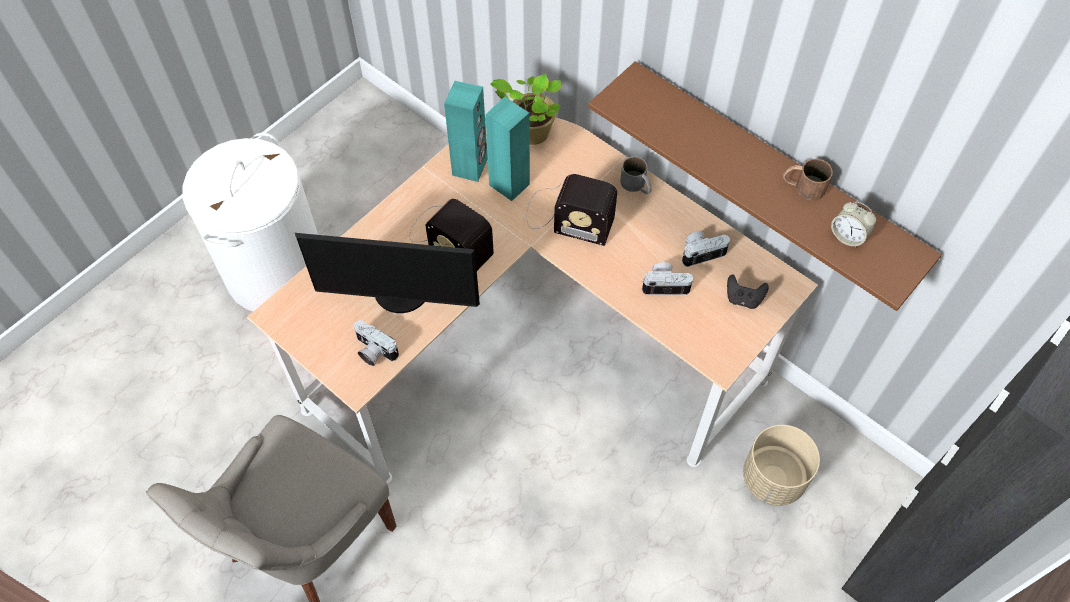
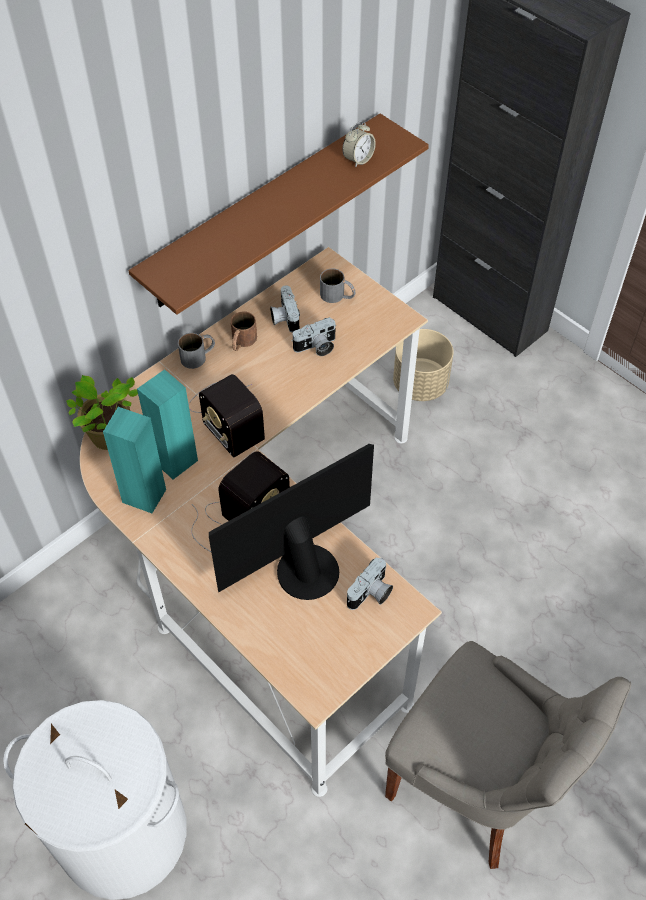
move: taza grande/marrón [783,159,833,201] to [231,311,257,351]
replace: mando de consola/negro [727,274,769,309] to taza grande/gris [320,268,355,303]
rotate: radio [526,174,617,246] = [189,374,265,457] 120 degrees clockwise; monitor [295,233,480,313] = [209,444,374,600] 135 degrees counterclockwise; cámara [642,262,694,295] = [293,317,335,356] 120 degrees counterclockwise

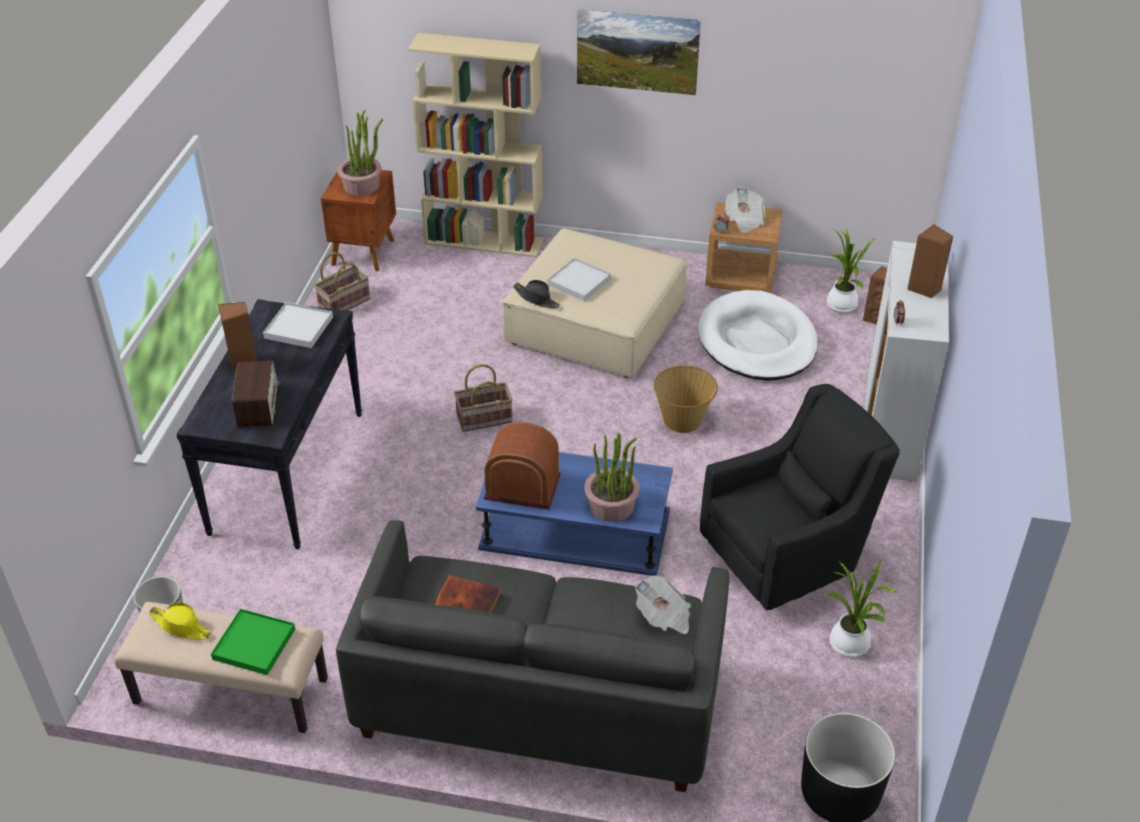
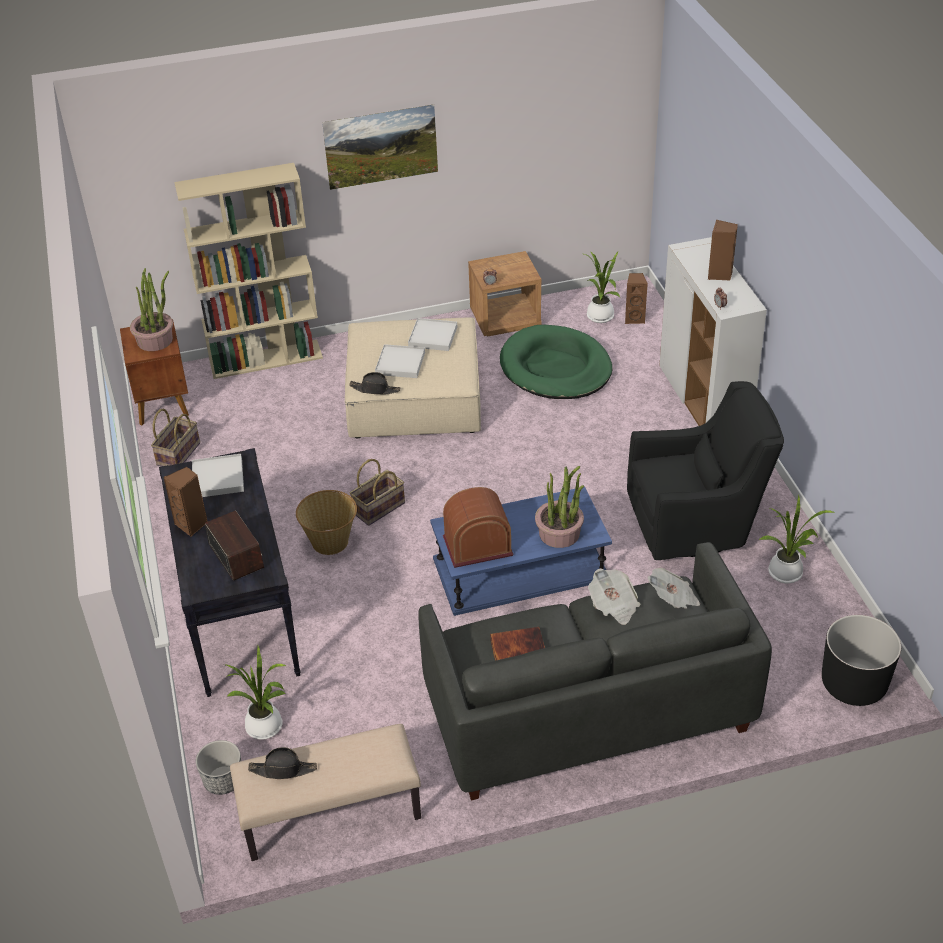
delete: bandeja/verde [211,609,295,675]
insert: planta en maceta [224,646,287,740]; bandeja/blanco [408,318,457,351]
move: cesta [653,365,718,433] to [296,490,357,555]; periódico [725,187,765,233] to [588,568,641,625]
recolor: sombrero/amarillo [149,602,211,639] to sombrero/negro [248,747,317,779]; cama para perro/blanco [698,290,818,381] to cama para perro/verde [500,325,612,399]
rotate: sillón/negro [700,384,900,610] = [627,381,784,560] 45 degrees clockwise

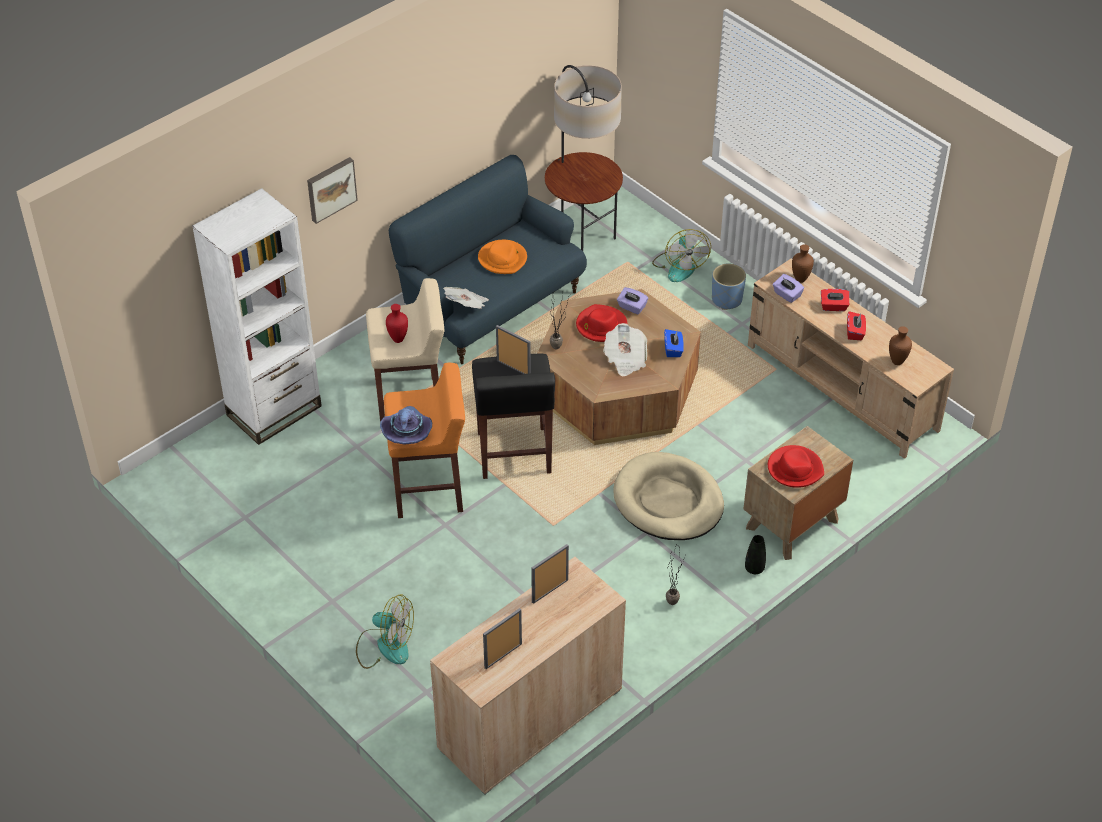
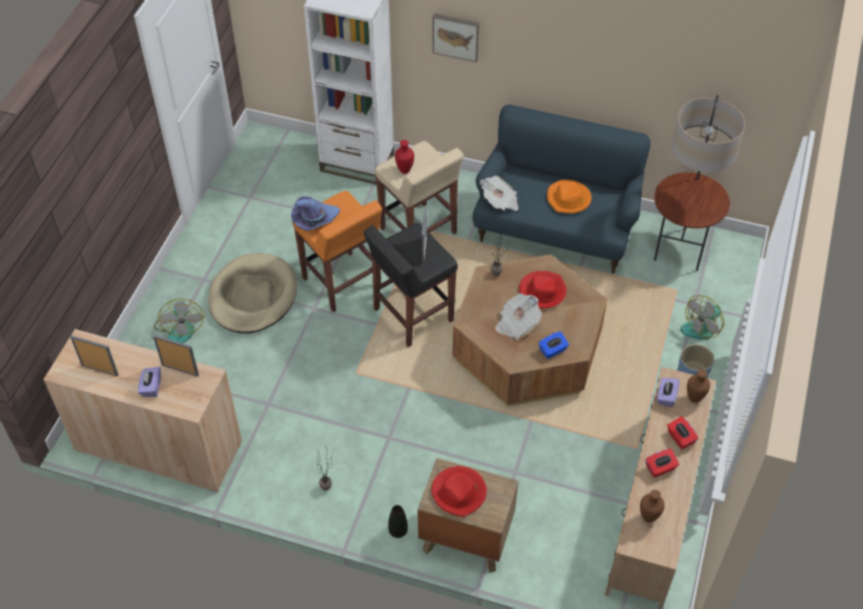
move: caja de pañuelos/morado [617,287,648,314] to [138,367,161,397]; cama para perro/beis [613,452,724,540] to [208,253,297,333]

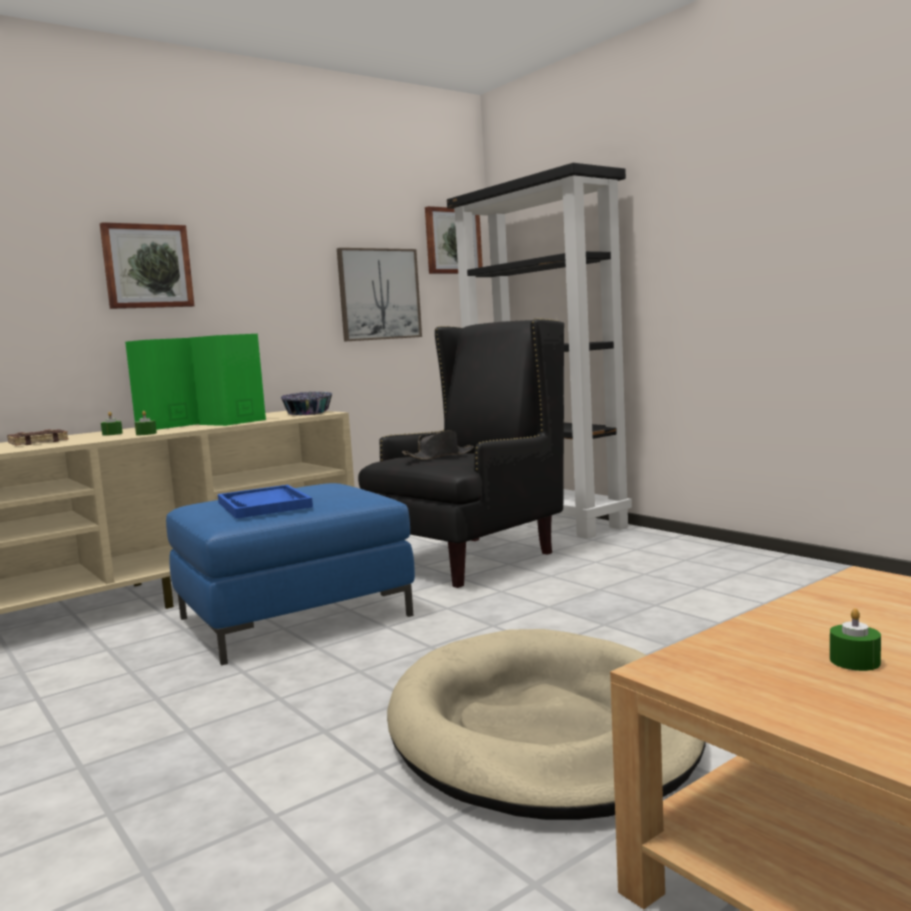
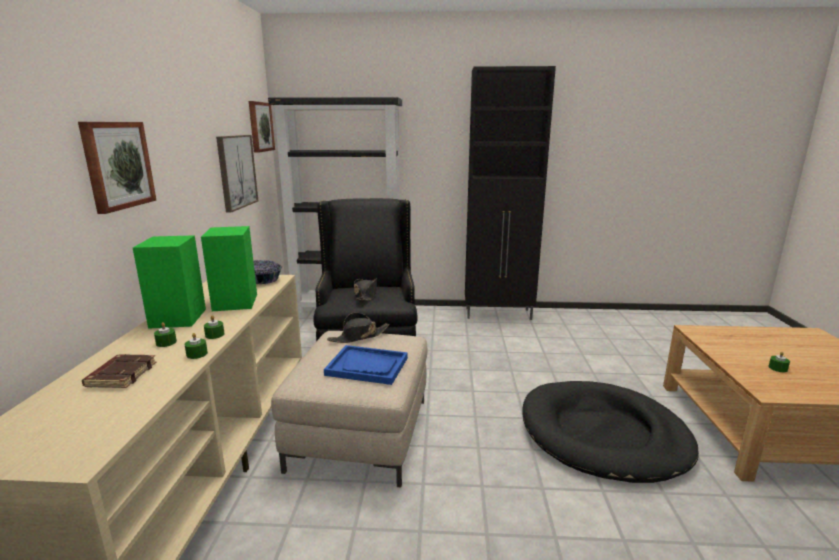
insert: vela/verde [184,333,208,359]; sombrero/negro [327,312,389,343]; armario/negro [465,66,556,320]
recolor: puf/azul [166,483,415,665] to puf/beis [271,331,427,487]; cama para perro/beis [387,629,706,820] to cama para perro/negro [522,381,699,483]

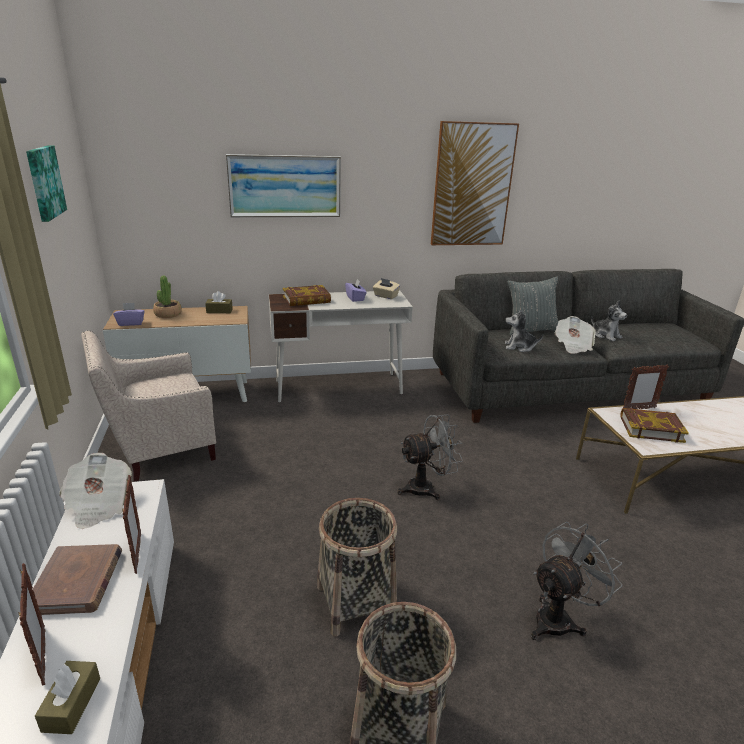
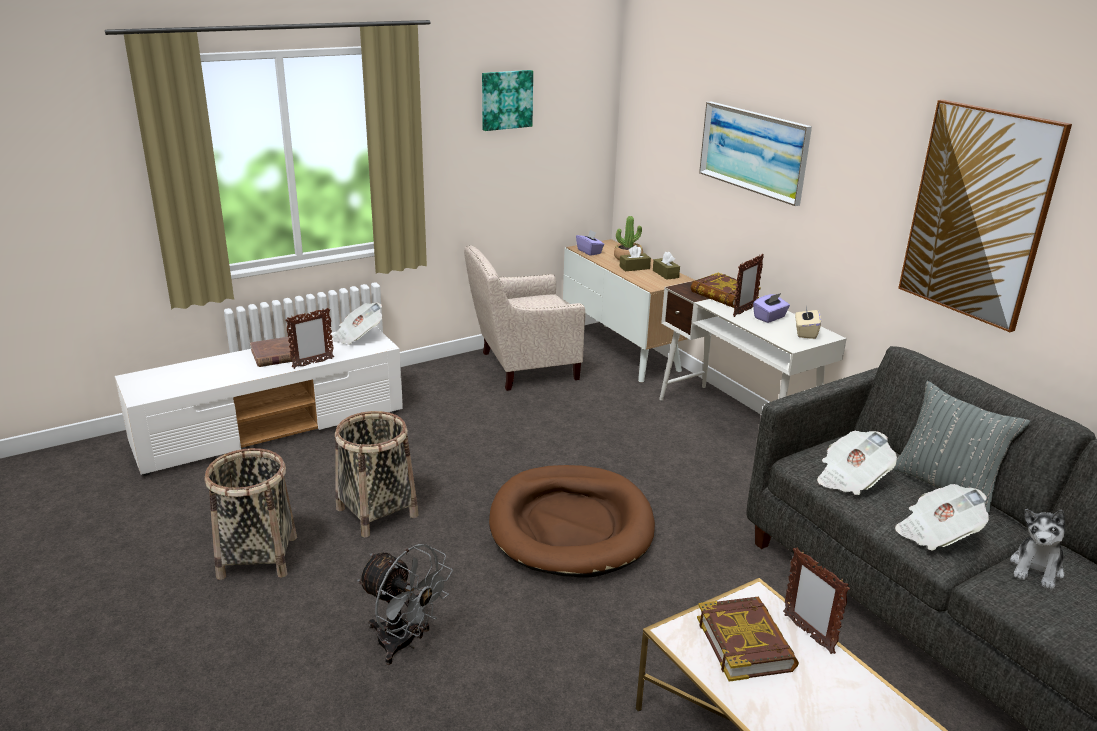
move: caja de pañuelos/marrón [35,661,100,734] to [620,245,651,271]; portarretratos [18,563,45,685] to [733,254,764,317]
replace: ventilador/gris [397,414,463,500] to cama para perro/marrón [489,465,655,578]; peluche [505,310,543,352] to periódico [817,431,897,495]
rotate: sillón/beis [81,331,216,482] = [464,245,586,391] 60 degrees counterclockwise

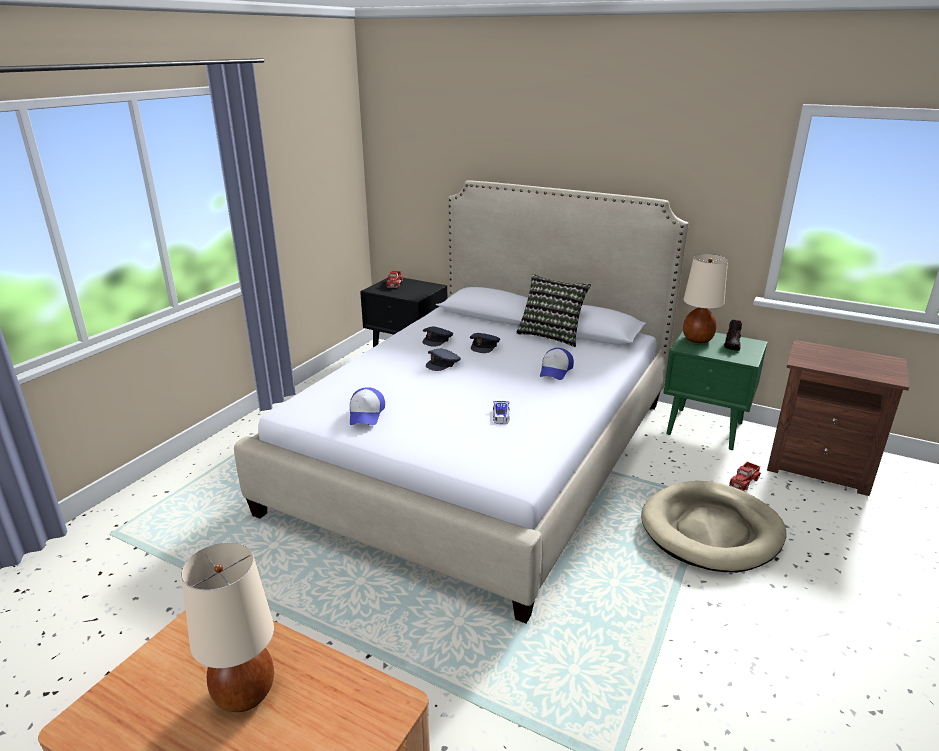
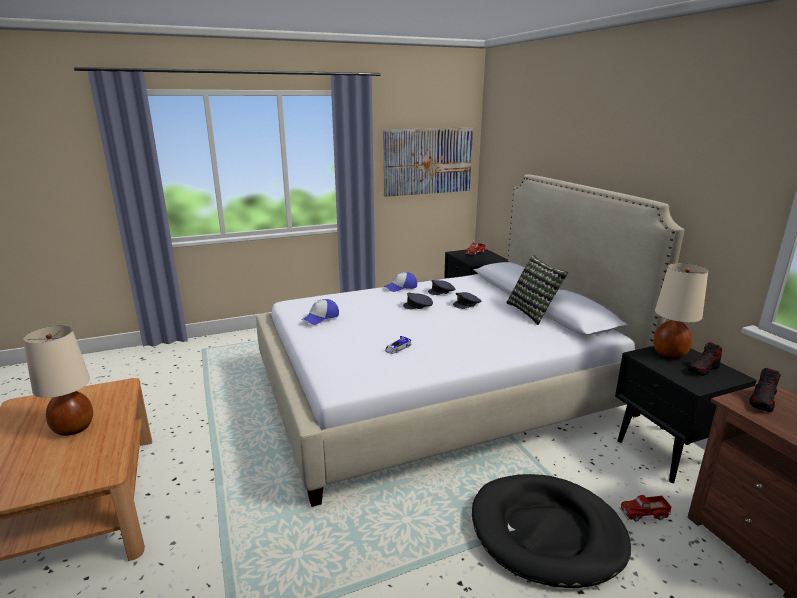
insert: cuadro [383,127,473,197]; zapato [750,368,781,412]
move: gorra [540,348,574,380] to [384,272,417,292]
recolor: cama para perro/beis [641,481,786,573] to cama para perro/negro [472,474,631,588]; mesita de noche/verde [663,331,768,450] to mesita de noche/negro [615,346,757,483]

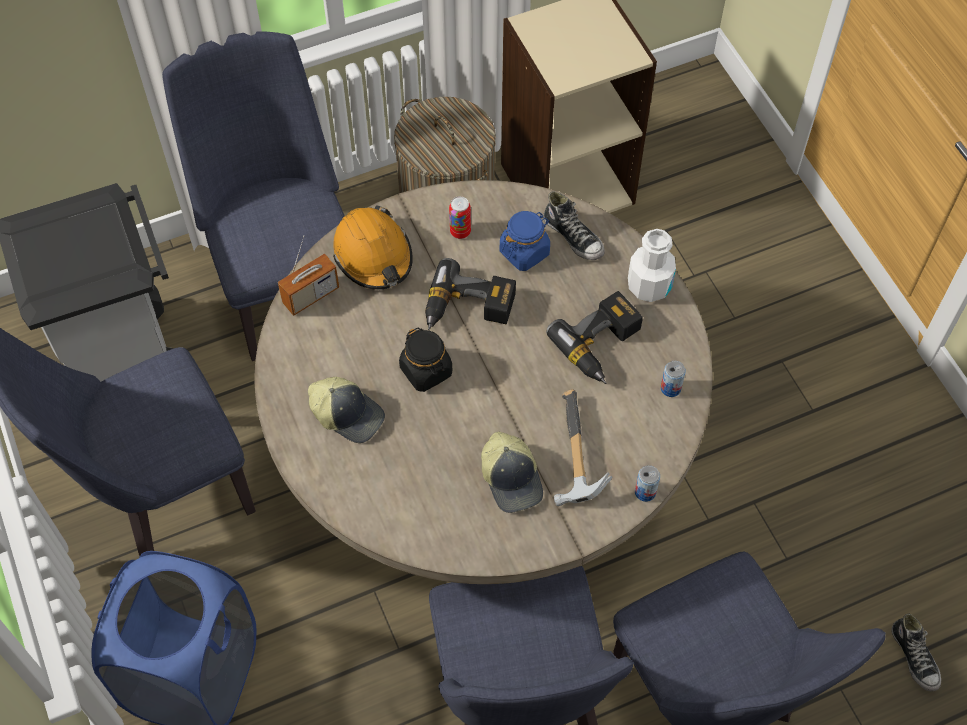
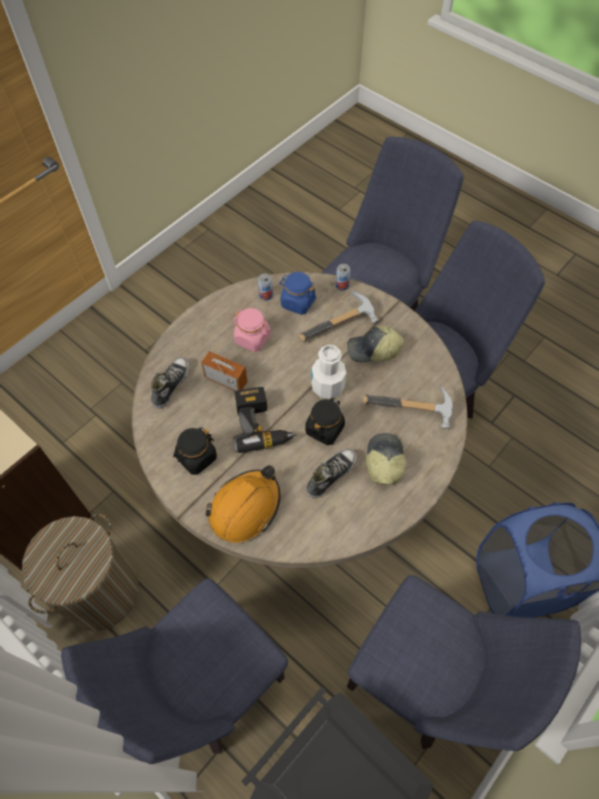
insert: martillo [363,386,453,429]
move: radio [278,235,339,316] to [201,350,247,391]; tarro/azul [500,211,550,271] to [279,272,316,315]; zapato [891,614,941,692] to [306,449,357,498]; botella/blanco [628,229,676,302] to [311,345,346,399]
replace: lata [449,196,471,239] to tarro/negro [173,427,217,475]; taladro [546,291,643,384] to tarro/rosa [234,308,271,352]
rotate: gorra [481,432,543,513] = [347,326,404,362] 135 degrees counterclockwise

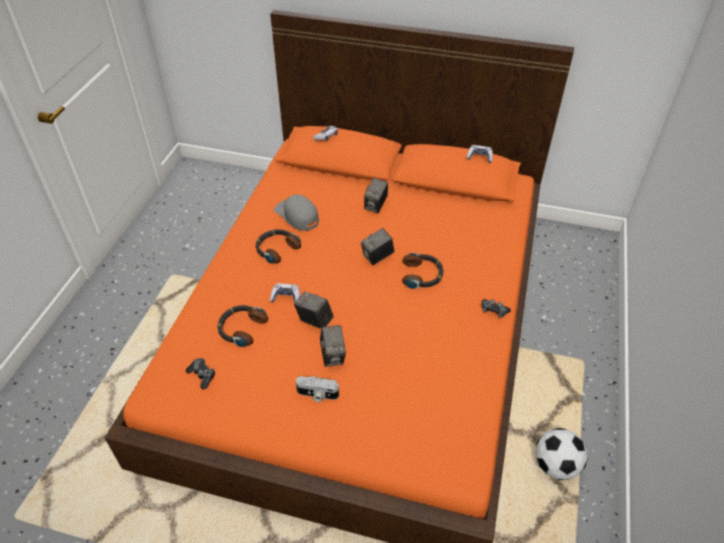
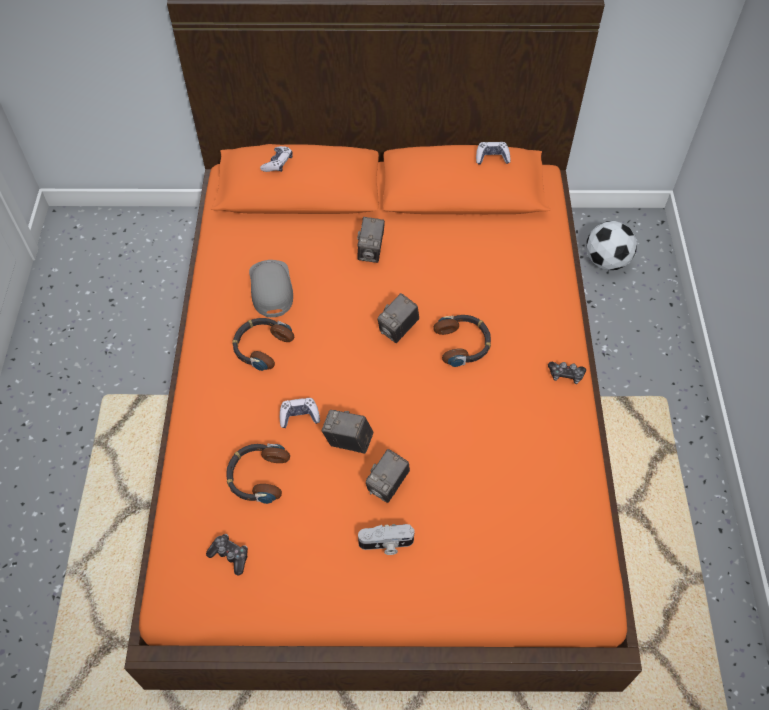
move: balón de fútbol [535,428,587,480] to [586,221,637,270]
rotate: gorra/gris [274,194,319,231] = [249,260,293,317] 45 degrees clockwise; cámara [320,325,346,367] = [366,449,410,503] 60 degrees clockwise

